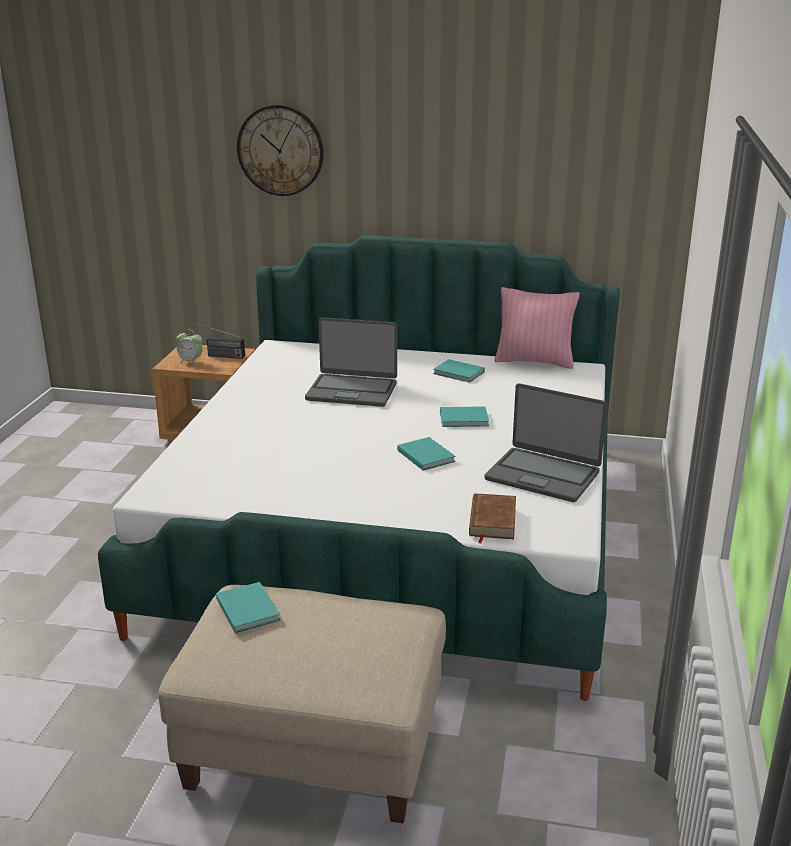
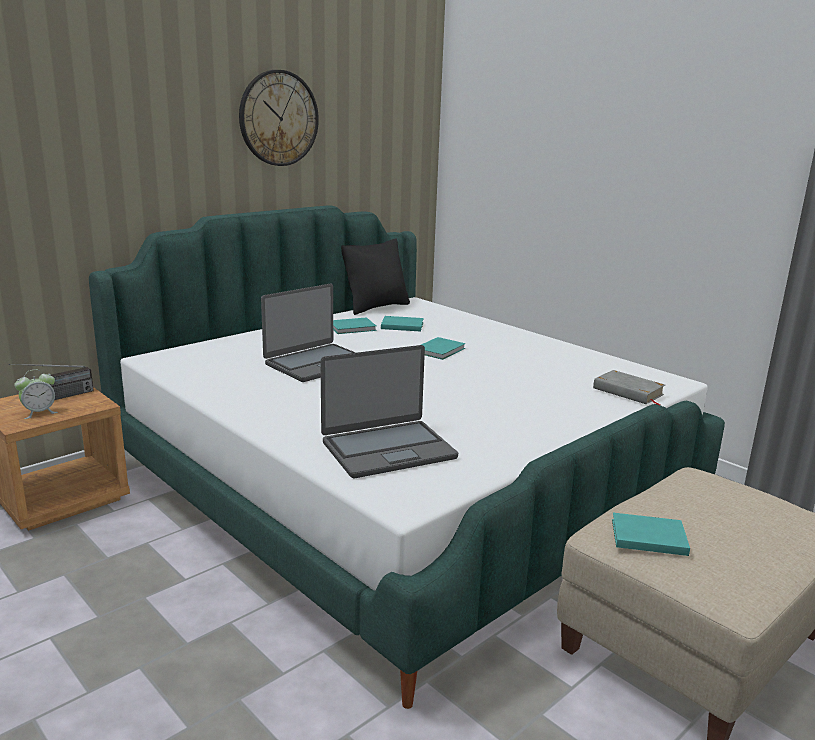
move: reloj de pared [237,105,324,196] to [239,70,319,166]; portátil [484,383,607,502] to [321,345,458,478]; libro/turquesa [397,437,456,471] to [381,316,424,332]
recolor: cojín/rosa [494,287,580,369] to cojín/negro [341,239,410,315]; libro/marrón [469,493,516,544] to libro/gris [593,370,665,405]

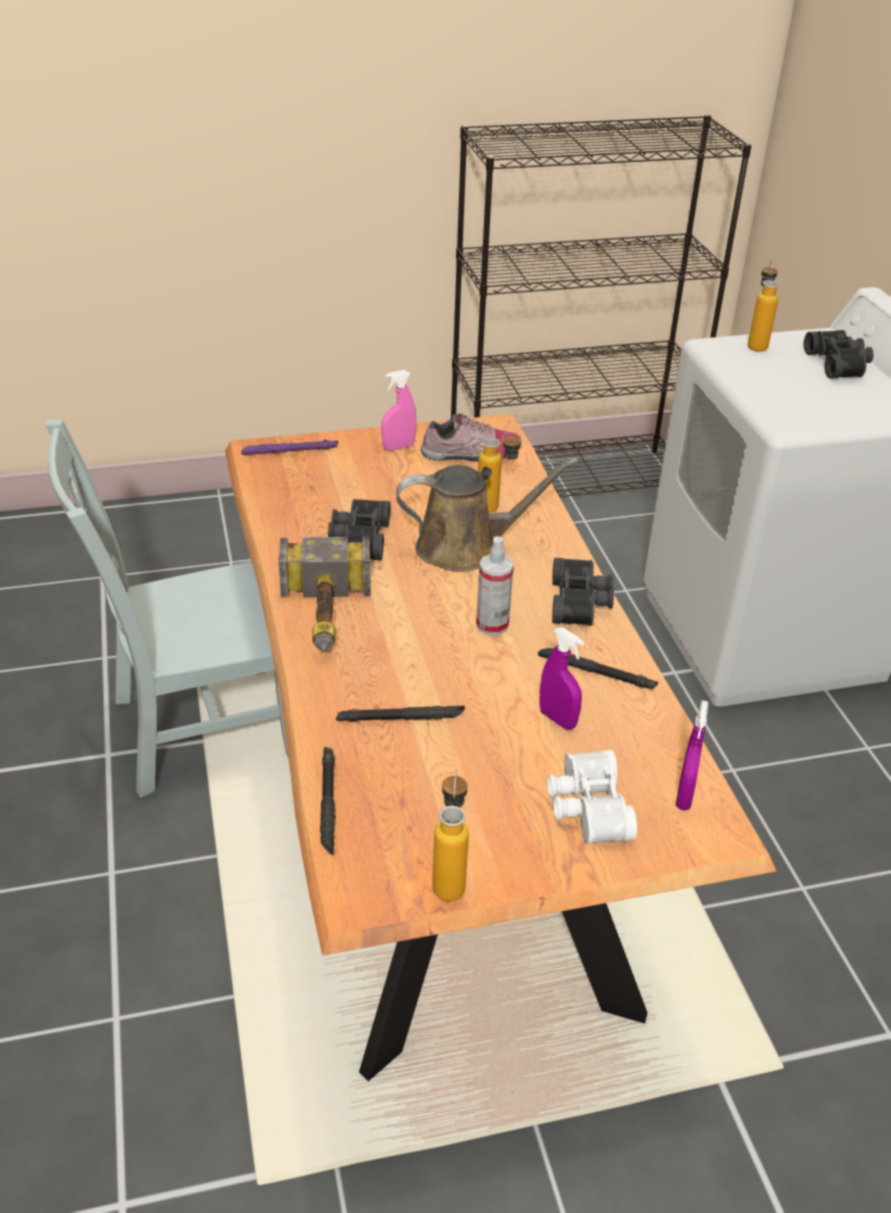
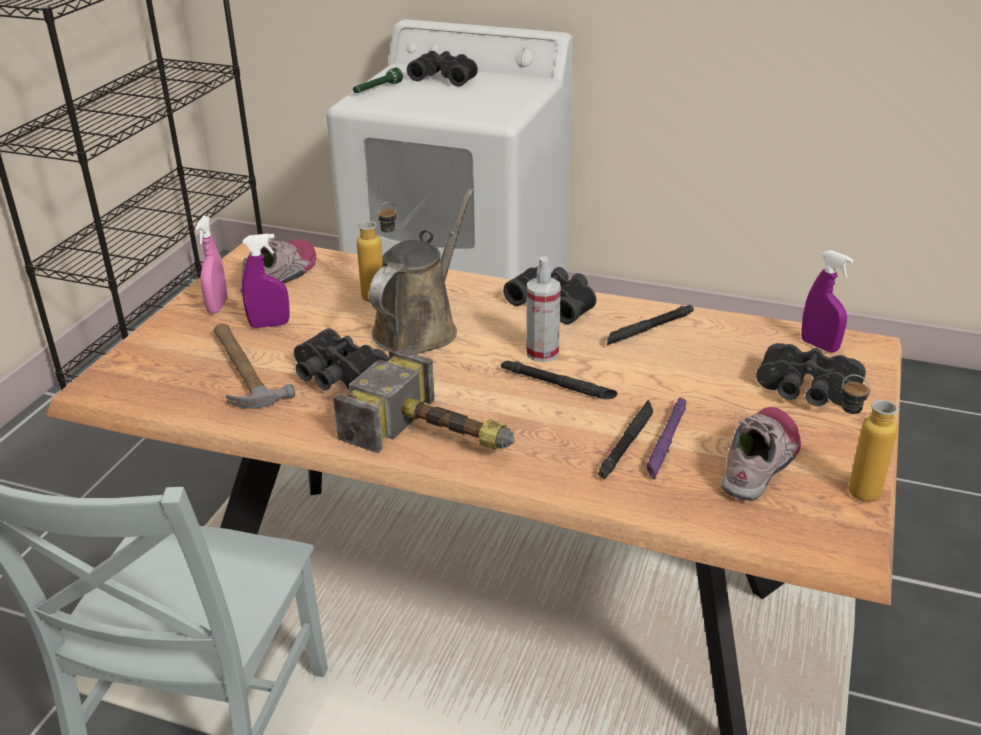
insert: martillo [214,324,295,409]; zapato [721,407,801,500]
move: pulverizador/morado [539,627,584,729] to [242,234,290,328]; linterna/negro [320,747,336,855] to [501,361,618,399]; linterna/morado [241,439,338,455] to [647,397,686,480]
replace: botella [748,260,779,352] to linterna/verde [353,67,403,93]
recolor: prismáticos/blanco [547,750,637,844] to prismáticos/negro [756,343,866,406]

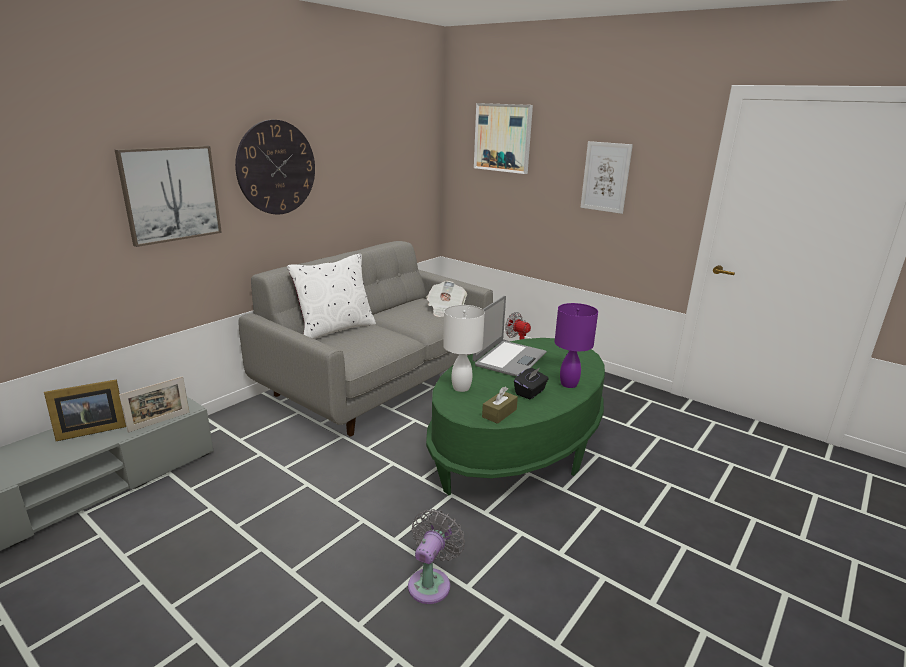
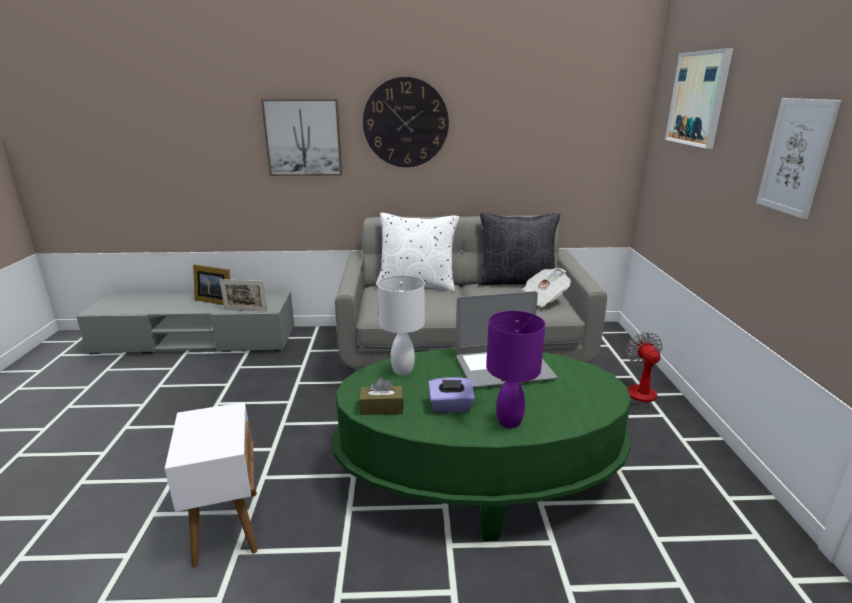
insert: cojín/negro [478,213,560,286]
replace: ventilador/gris [408,509,465,604] to mesa auxiliar/blanco [165,402,258,567]
recolor: caja de pañuelos/negro [514,368,549,399] to caja de pañuelos/morado [428,377,475,413]

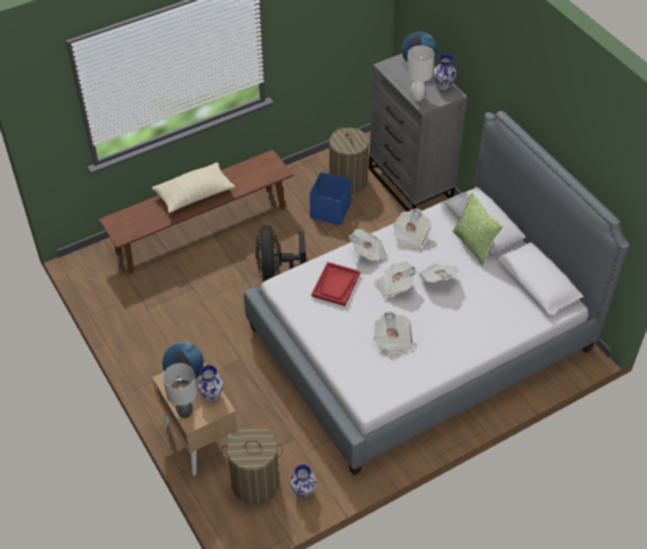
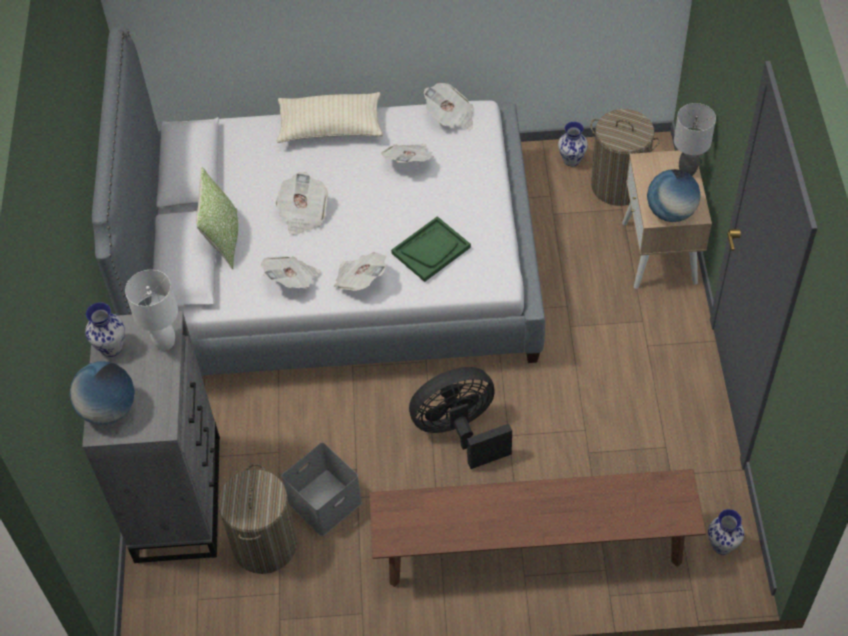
move: cojín/beis [152,162,235,213] to [277,92,383,143]; periódico [374,261,417,298] to [424,83,473,130]; florero [197,365,223,402] to [708,509,744,555]
recolor: caja de almacenaje/azul [310,172,351,226] to caja de almacenaje/gris [281,442,362,536]; bandeja/rojo [311,262,360,306] to bandeja/verde [391,216,471,282]
rotate: ventilador/negro [255,225,306,282] = [409,367,512,469] 135 degrees counterclockwise

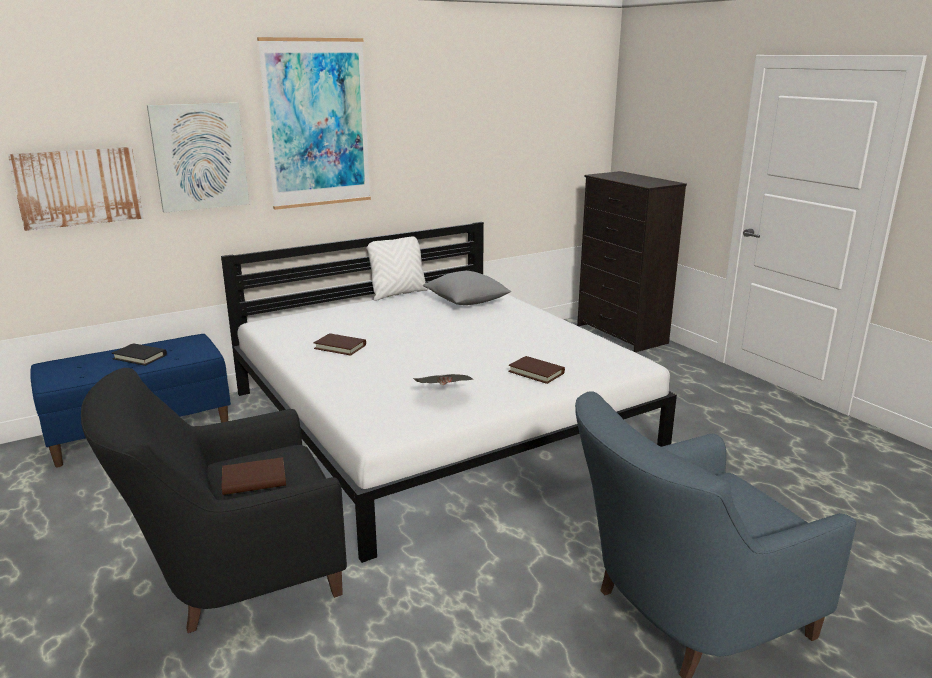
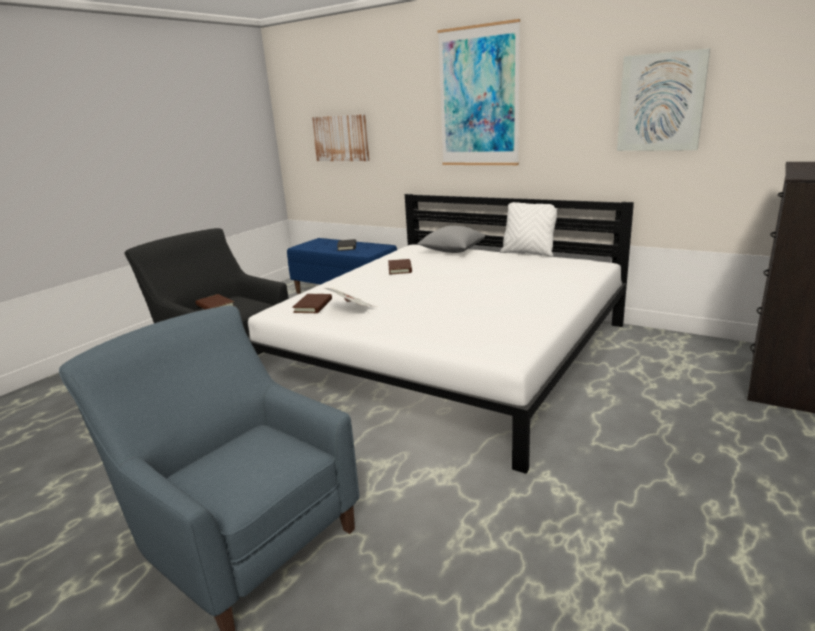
move: libro/marrón [508,356,565,384] to [292,294,332,313]; cojín/gris [423,271,511,305] to [417,225,486,253]; cuadro [147,102,249,213] to [617,48,710,151]

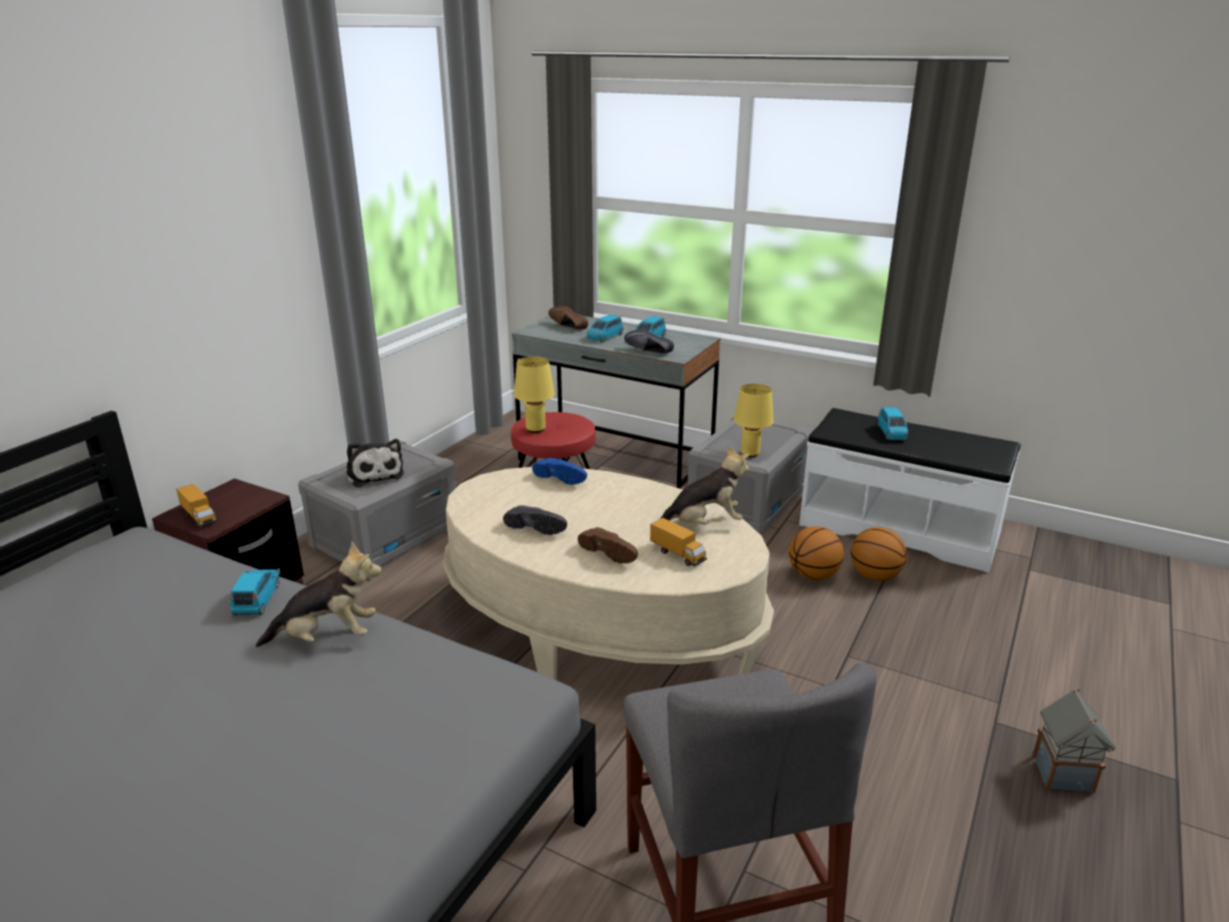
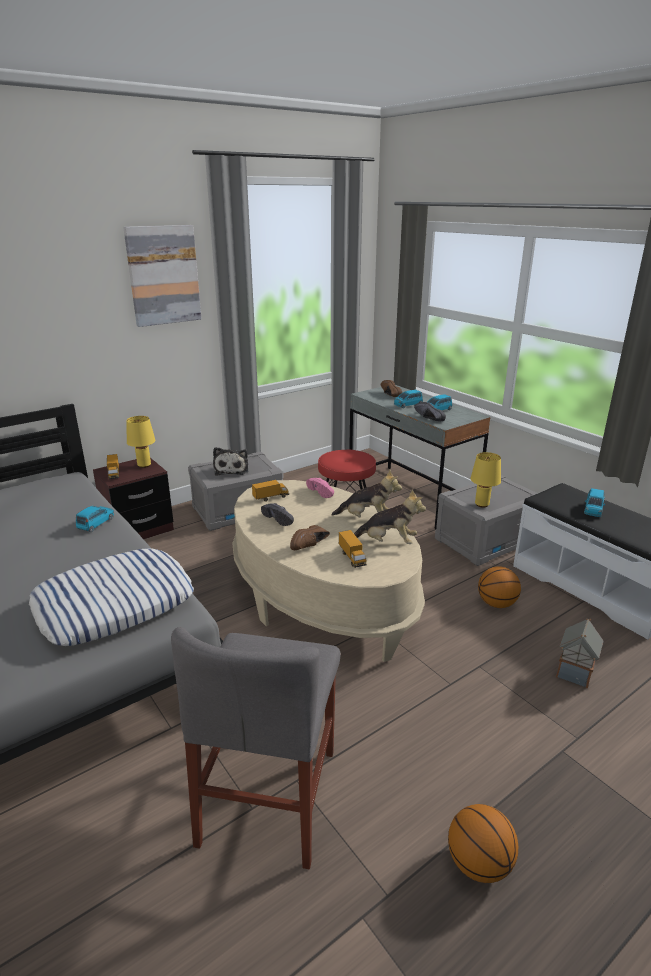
insert: cojín [29,548,194,646]; cuadro [123,225,202,327]; camión de juguete [252,480,289,502]
move: lámpara de mesa/amarillo [514,357,555,433] to [126,416,155,468]; peluche [256,542,382,647] to [332,469,402,517]; balón de baloncesto [851,527,907,581] to [448,804,518,883]; casita [1032,689,1116,793] to [555,619,603,689]
recolor: zapato/azul [532,458,587,485] to zapato/rosa [306,478,334,498]
rotate: zapato/marrón [578,527,638,564] = [290,525,330,550] 60 degrees clockwise

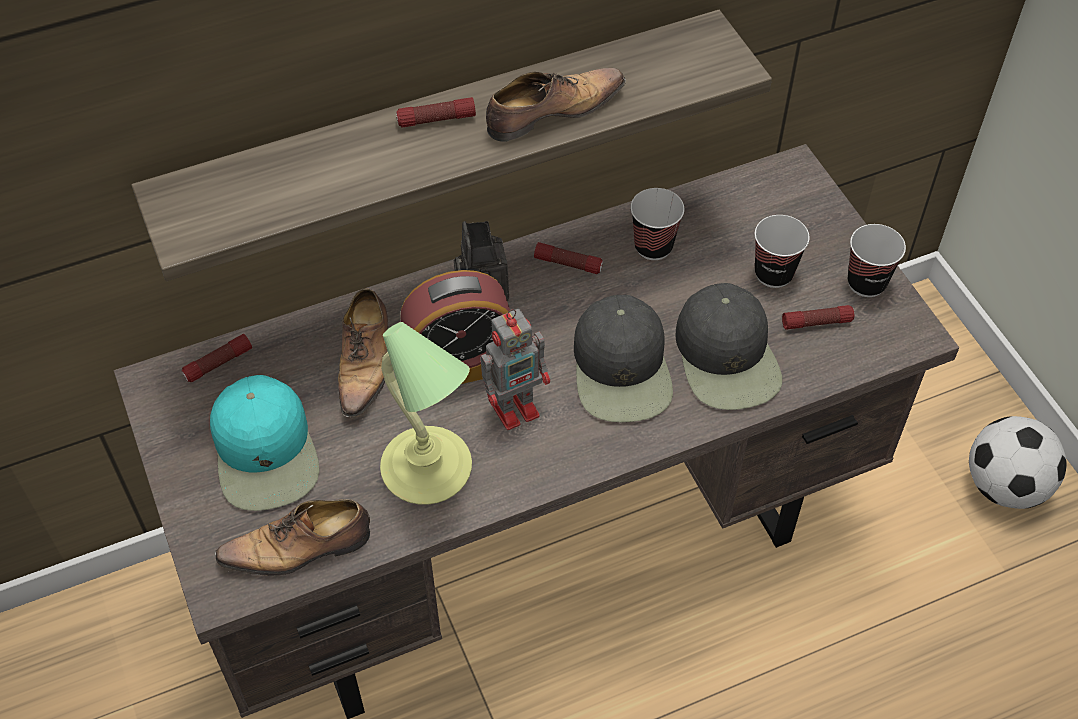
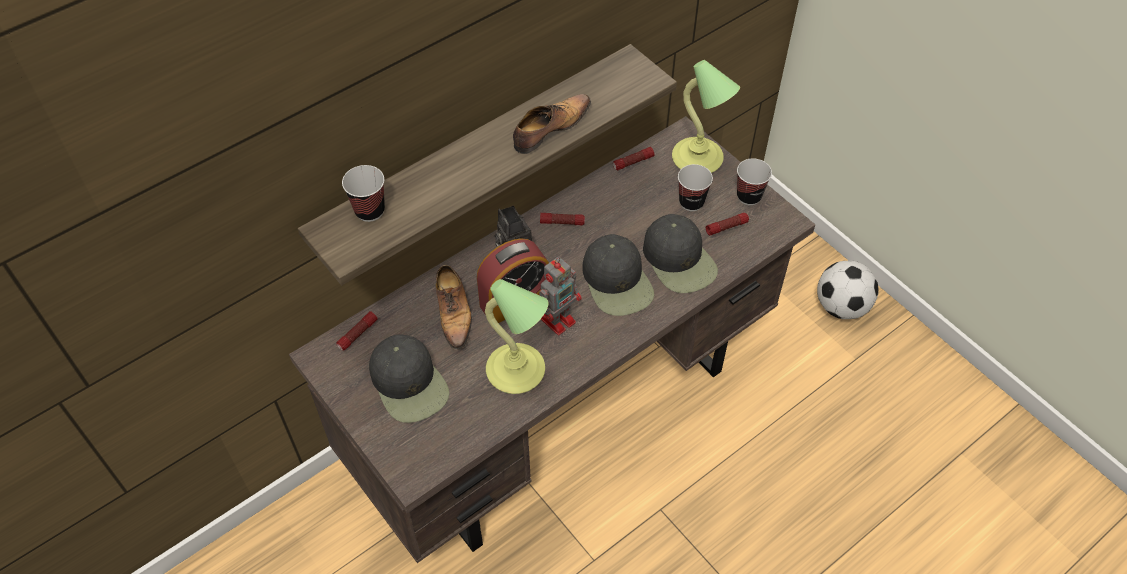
delete: zapato [215,499,370,576]
insert: lámpara de mesa [672,60,740,173]
move: taza [631,188,684,260] to [342,165,385,222]; linterna [396,97,476,128] to [613,147,654,170]
recolor: gorra/turquesa [210,375,319,511] to gorra/negro [369,334,450,423]

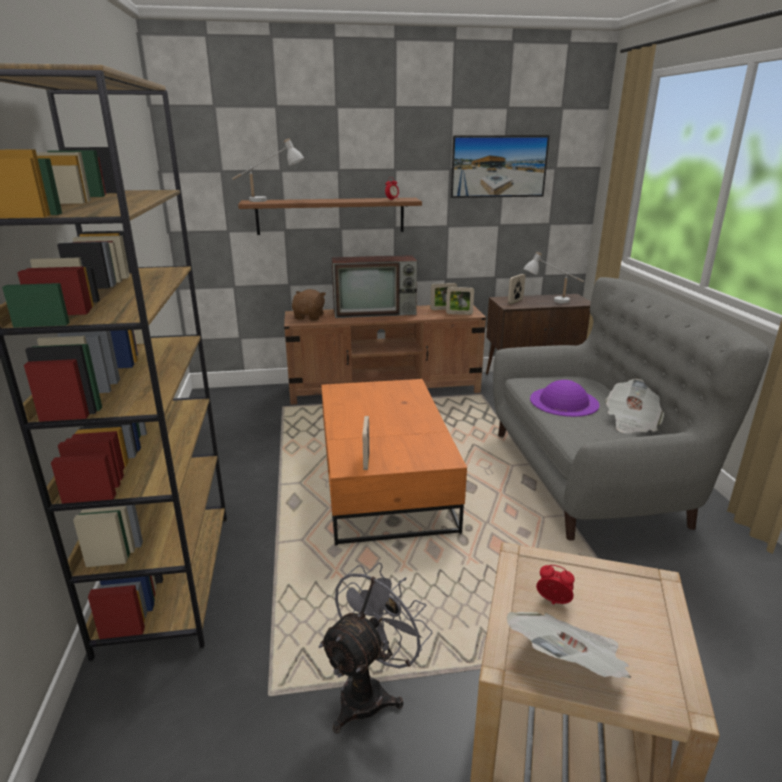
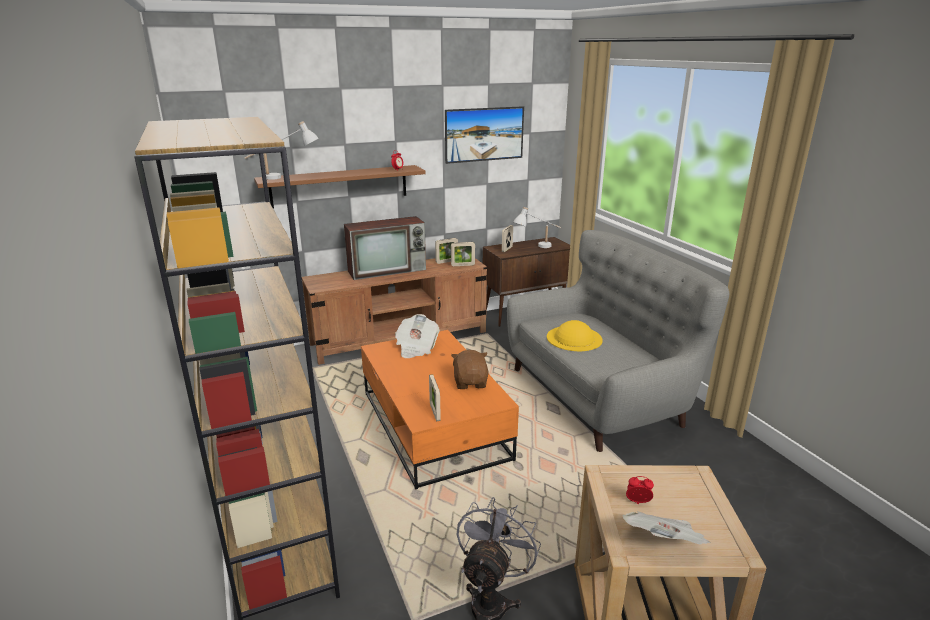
move: periódico [605,379,664,433] to [395,314,440,358]; peluche/marrón [292,289,326,320] to [451,350,489,389]
recolor: sombrero/morado [530,380,599,417] to sombrero/amarillo [547,320,603,351]

